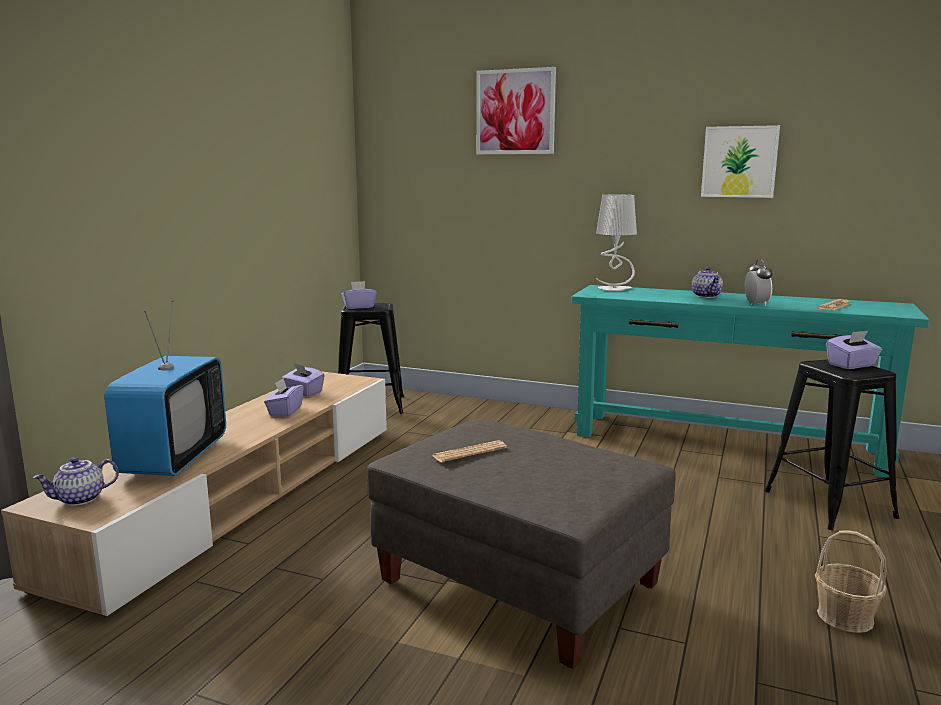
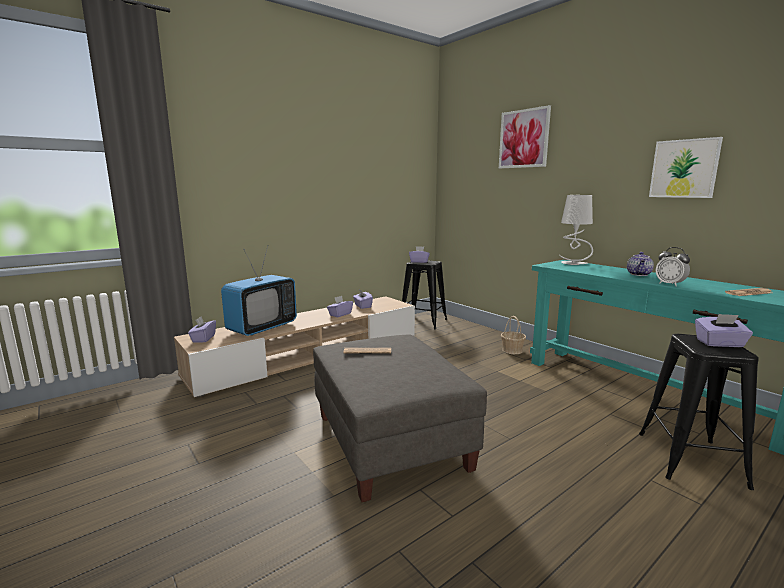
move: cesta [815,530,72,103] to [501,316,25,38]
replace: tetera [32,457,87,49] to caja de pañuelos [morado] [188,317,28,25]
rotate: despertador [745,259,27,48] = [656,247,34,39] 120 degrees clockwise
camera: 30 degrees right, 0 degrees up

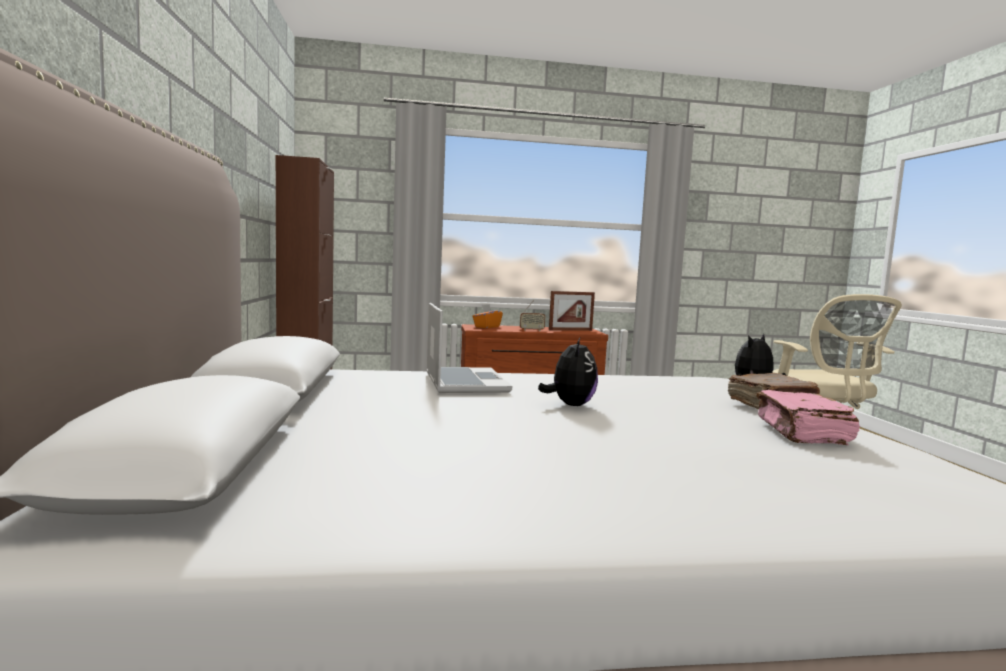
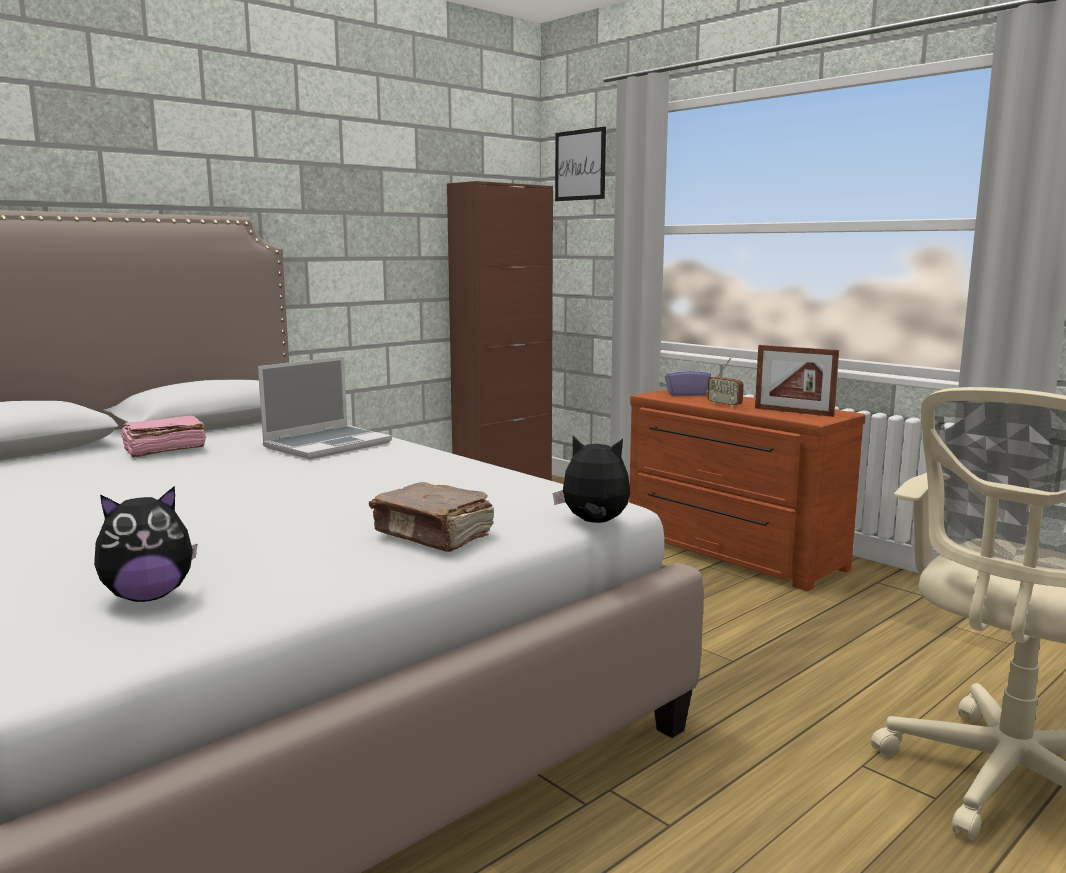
insert: cuadro [555,127,51,74]
move: peluche [538,338,60,68] to [94,486,103,116]; libro [rosa] [756,390,104,55] to [121,416,85,42]
recolor: caja de pañuelos [naranja] [472,304,31,24] to caja de pañuelos [morado] [664,361,47,35]
camera: 55 degrees right, 5 degrees up

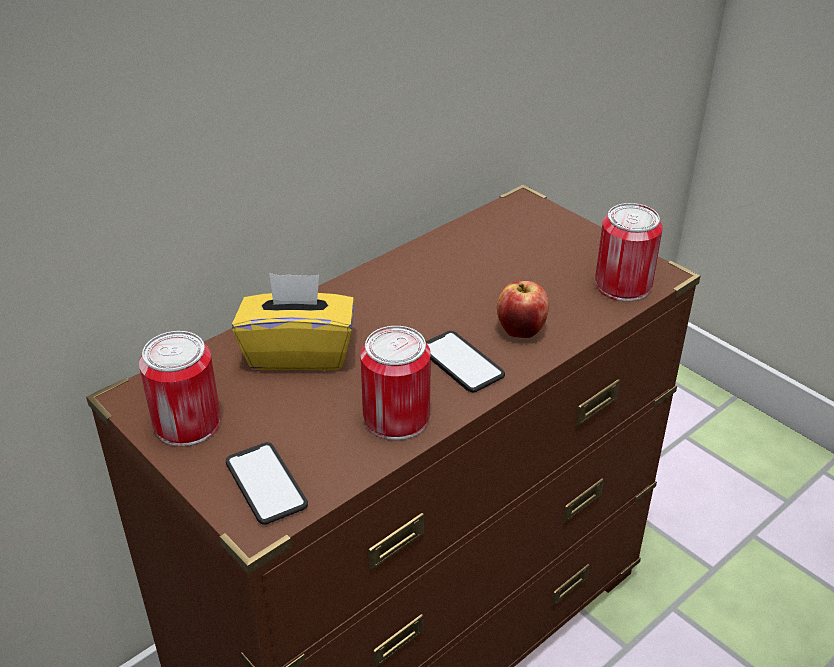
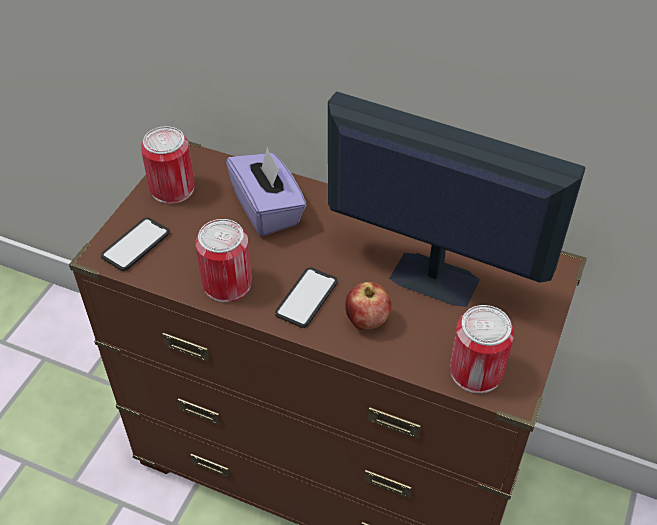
insert: monitor [328,91,257,216]
recolor: caja de pañuelos [amarillo] [232,273,123,97] to caja de pañuelos [morado] [226,147,81,89]
camera: 65 degrees right, 10 degrees up

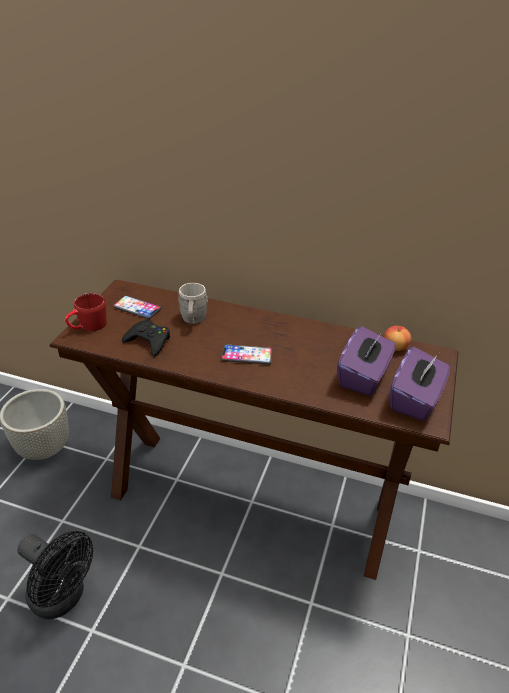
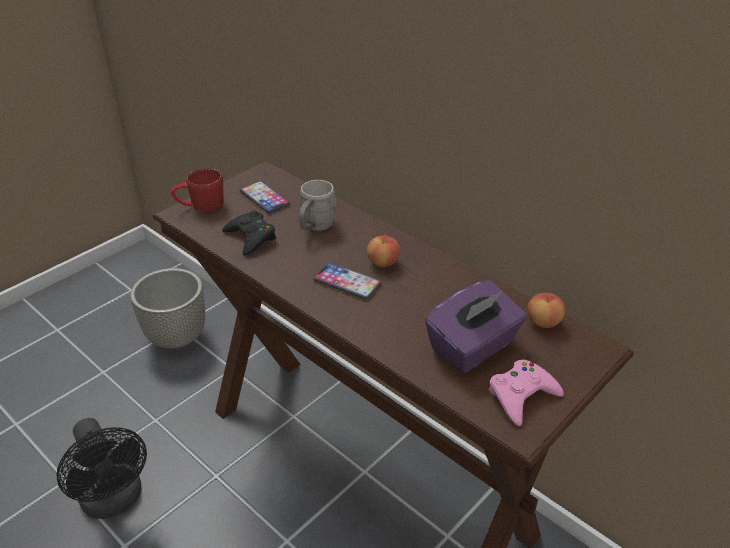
insert: manzana [367,235,33,32]
replace: caja de pañuelos [morado] [390,347,60,74] to mando de consola [rosa] [489,360,75,66]
camera: 25 degrees right, 0 degrees up

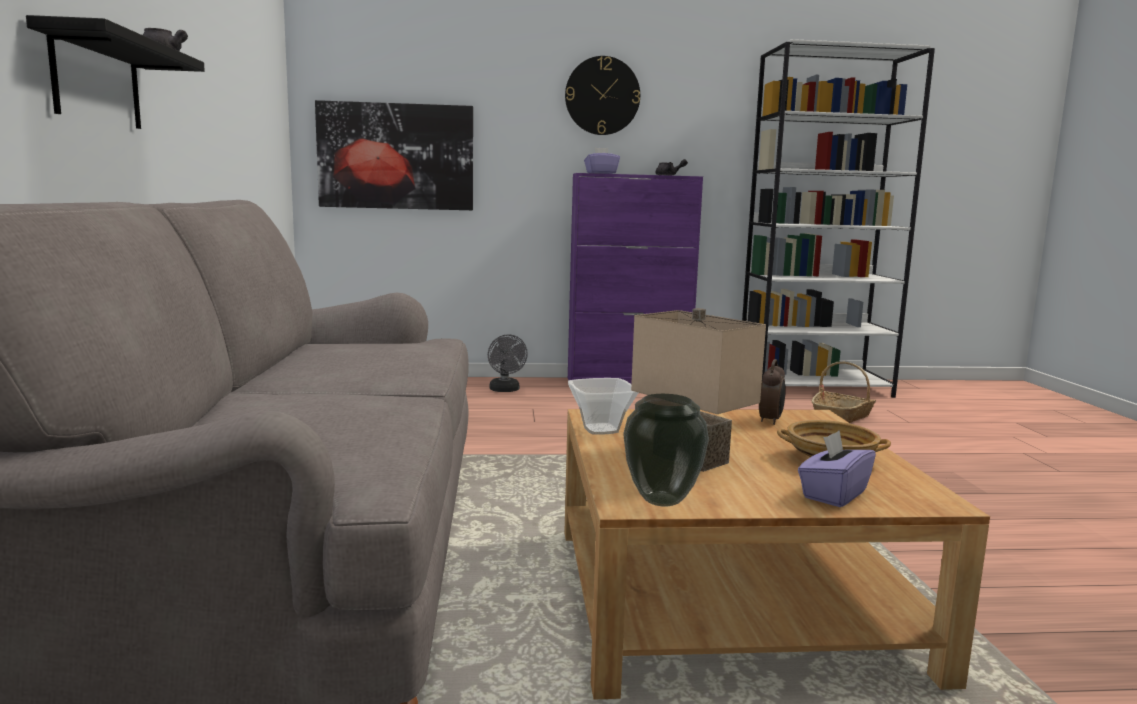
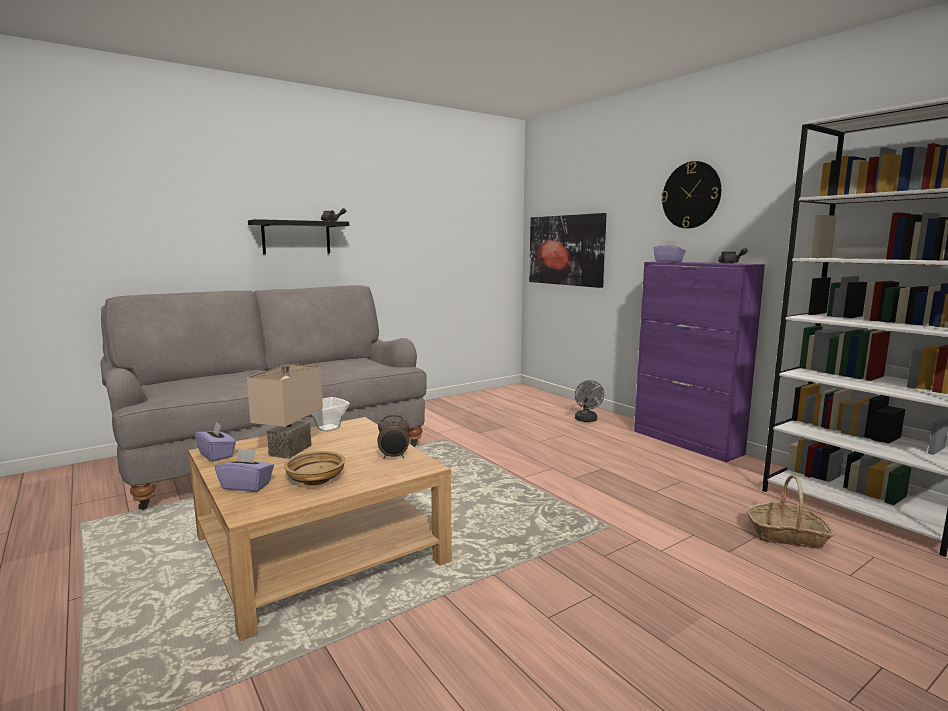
replace: florero [623,394,86,112] to caja de pañuelos [morado] [195,422,41,40]
rotate: ventilador [gris] [488,334,40,58] = [575,380,29,42] 45 degrees counterclockwise
camera: 60 degrees right, 0 degrees up

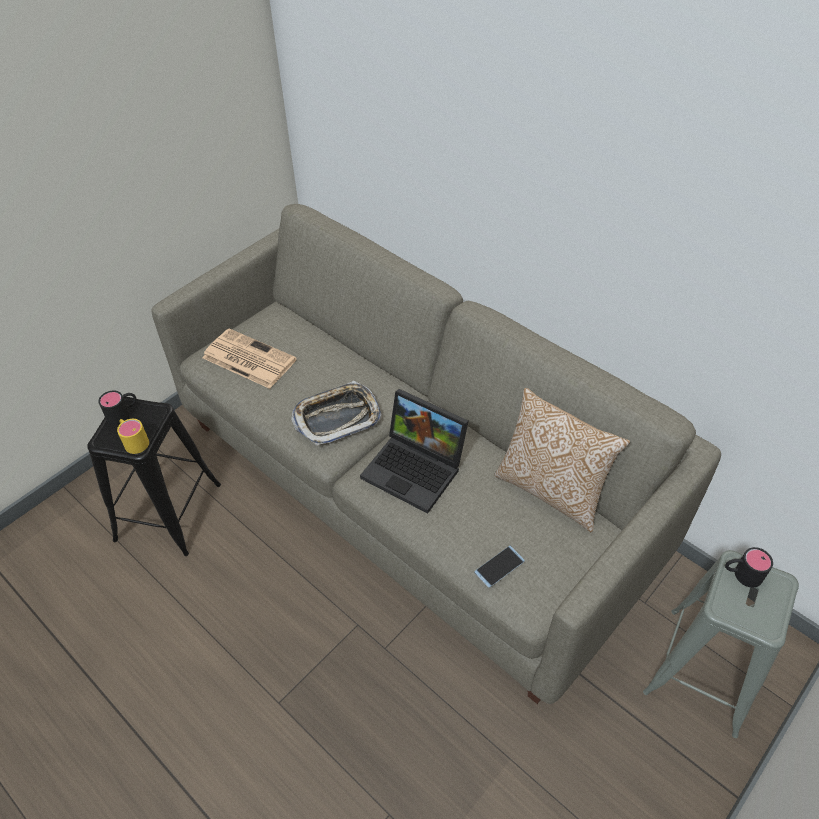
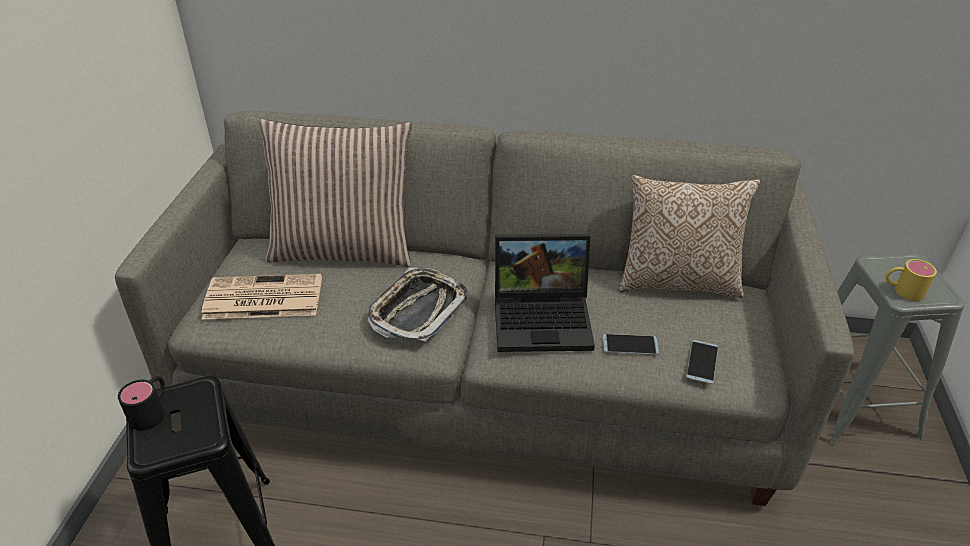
delete: taza grande [negro] [725,547,48,41]
insert: cojín [259,119,153,148]; móvil [603,334,56,21]
move: taza grande [amarillo] [117,419,32,35] to [885,259,52,42]
camera: 35 degrees left, 10 degrees down

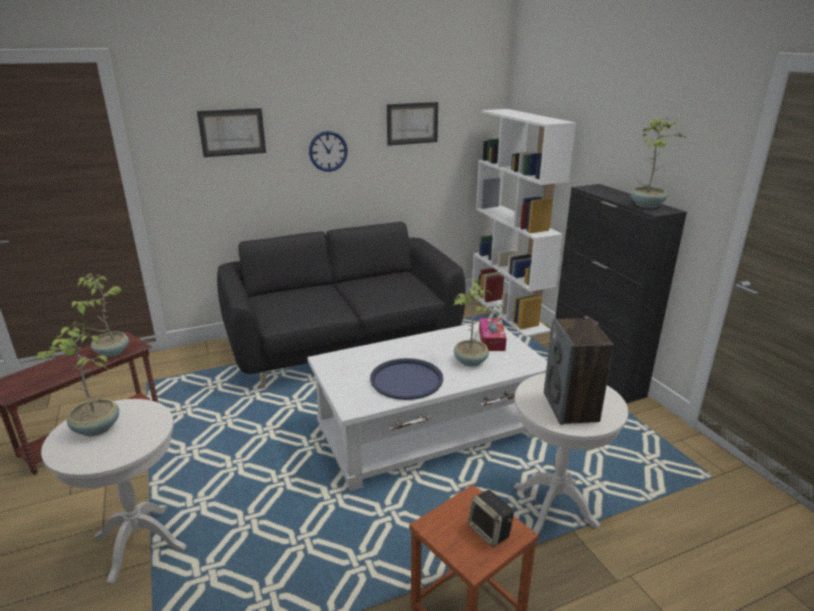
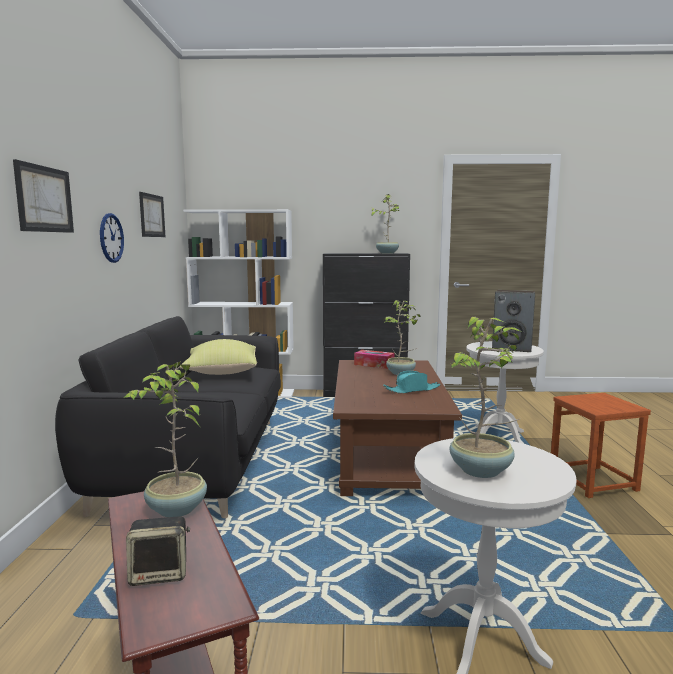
insert: cojín [amarillo] [180,339,77,36]
move: altavoz [468,490,46,57] to [126,516,64,70]
replace: bandeja [azul] [370,358,73,42] to sombrero [turquesa] [383,371,58,23]
recolor: mesa de centro [blanco] [307,322,240,169] to mesa de centro [marrón] [333,360,129,136]
camera: 65 degrees left, 15 degrees down

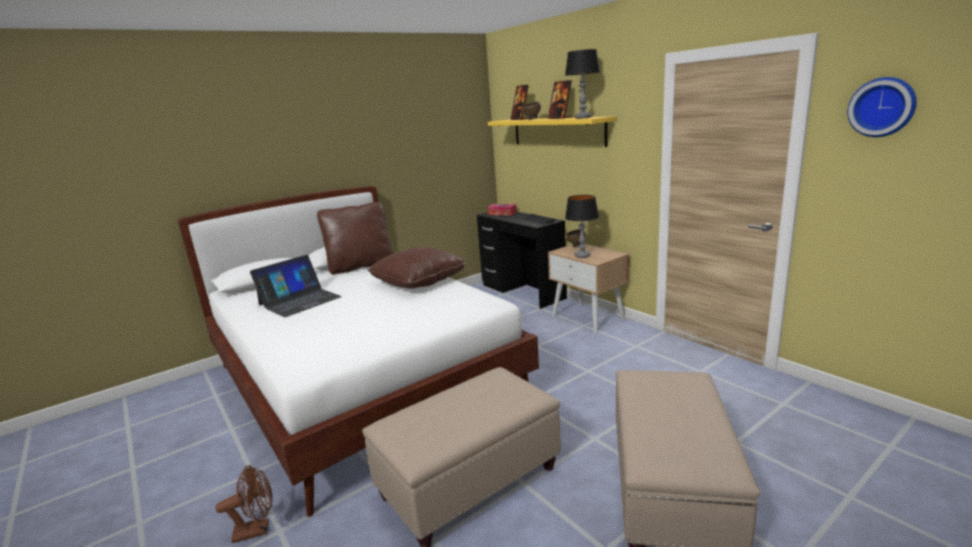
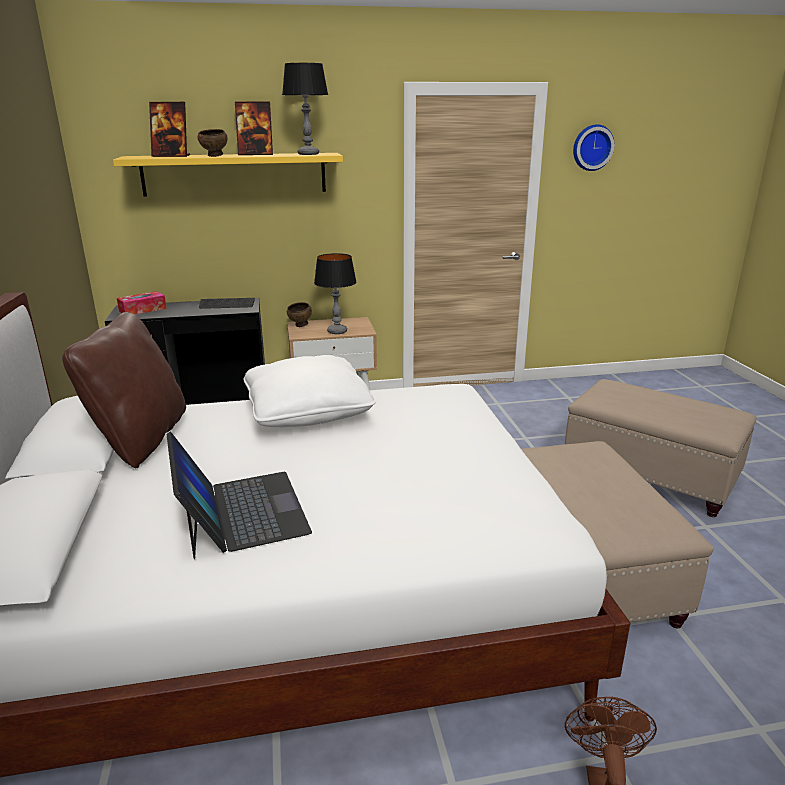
recolor: cojín [marrón] [368,247,98,42] to cojín [blanco] [243,355,133,72]
camera: 65 degrees left, 5 degrees up

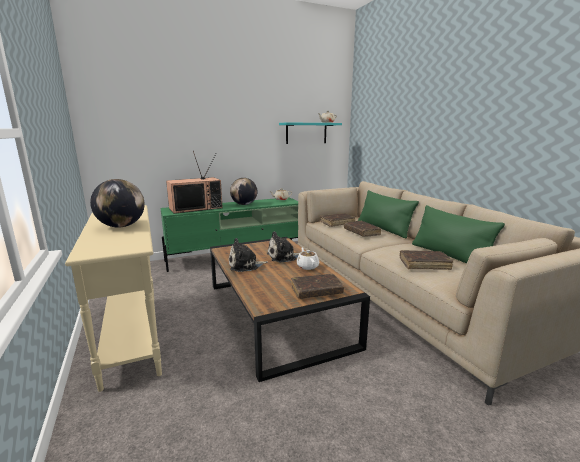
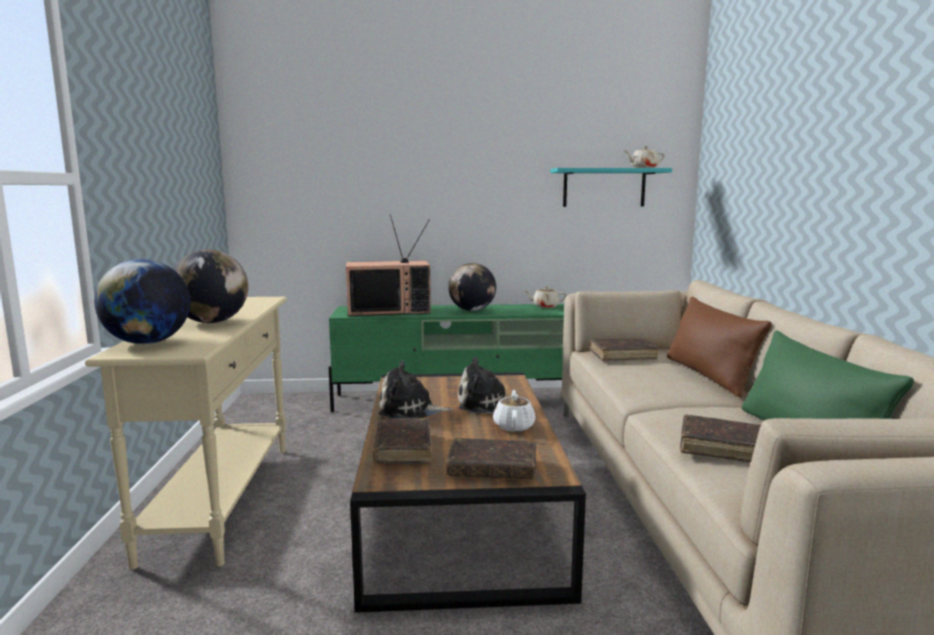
insert: globo terráqueo [94,259,96,85]
move: libro [marrón] [344,221,37,16] to [373,418,59,46]
recolor: cojín [verde] [358,190,61,49] to cojín [marrón] [667,296,105,102]
camera: 20 degrees right, 5 degrees down

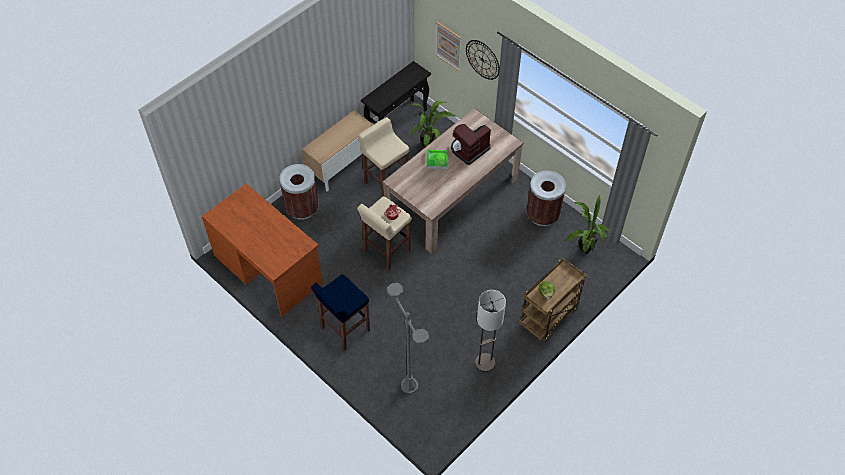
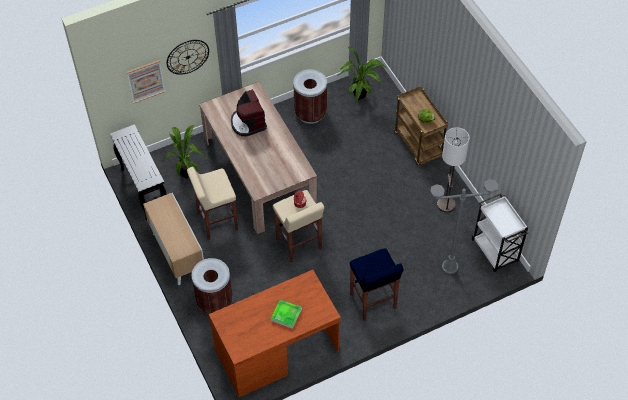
insert: carrito [blanco] [471,194,58,78]
move: bandeja [426,150,22,19] to [271,299,31,30]
camera: 70 degrees left, 0 degrees up

